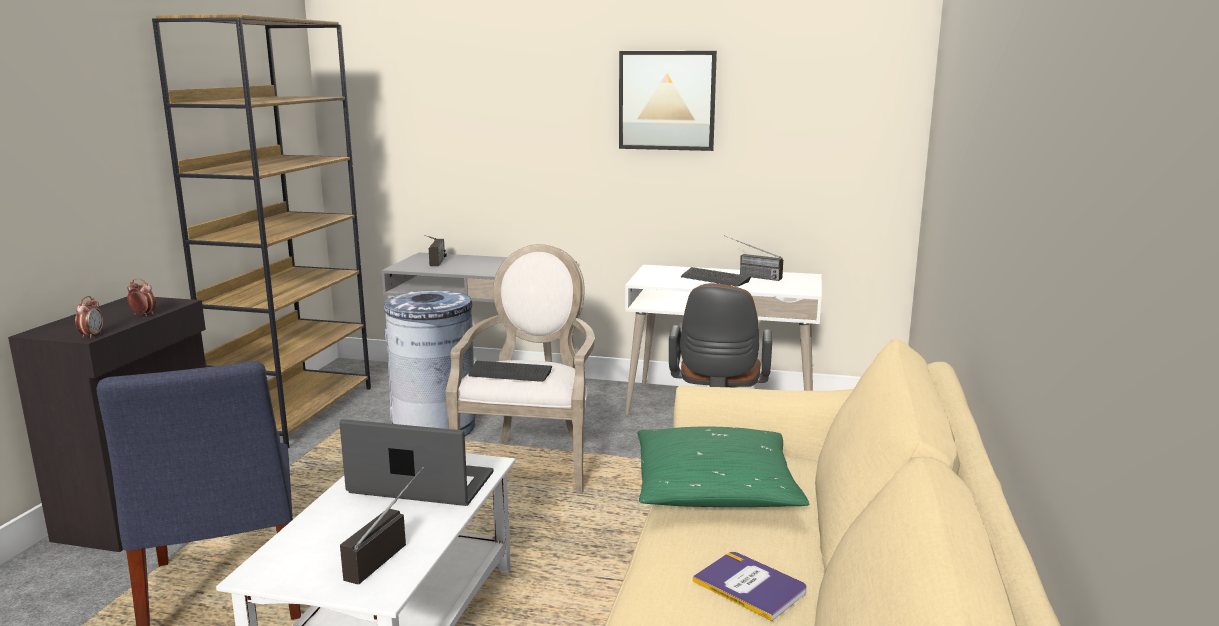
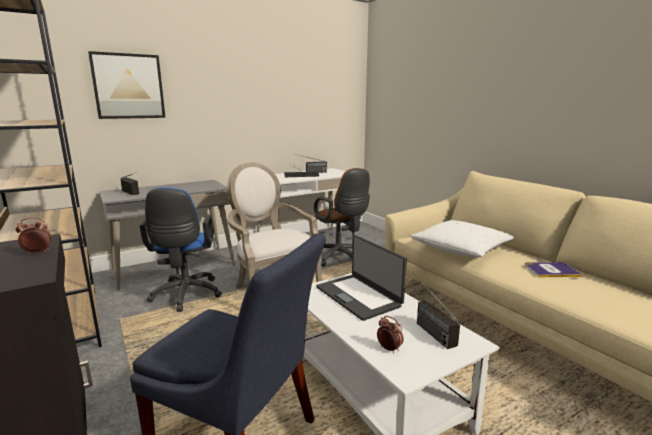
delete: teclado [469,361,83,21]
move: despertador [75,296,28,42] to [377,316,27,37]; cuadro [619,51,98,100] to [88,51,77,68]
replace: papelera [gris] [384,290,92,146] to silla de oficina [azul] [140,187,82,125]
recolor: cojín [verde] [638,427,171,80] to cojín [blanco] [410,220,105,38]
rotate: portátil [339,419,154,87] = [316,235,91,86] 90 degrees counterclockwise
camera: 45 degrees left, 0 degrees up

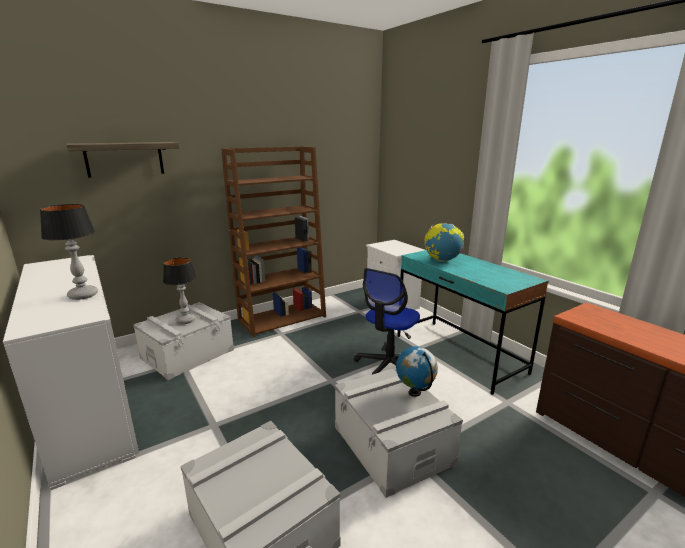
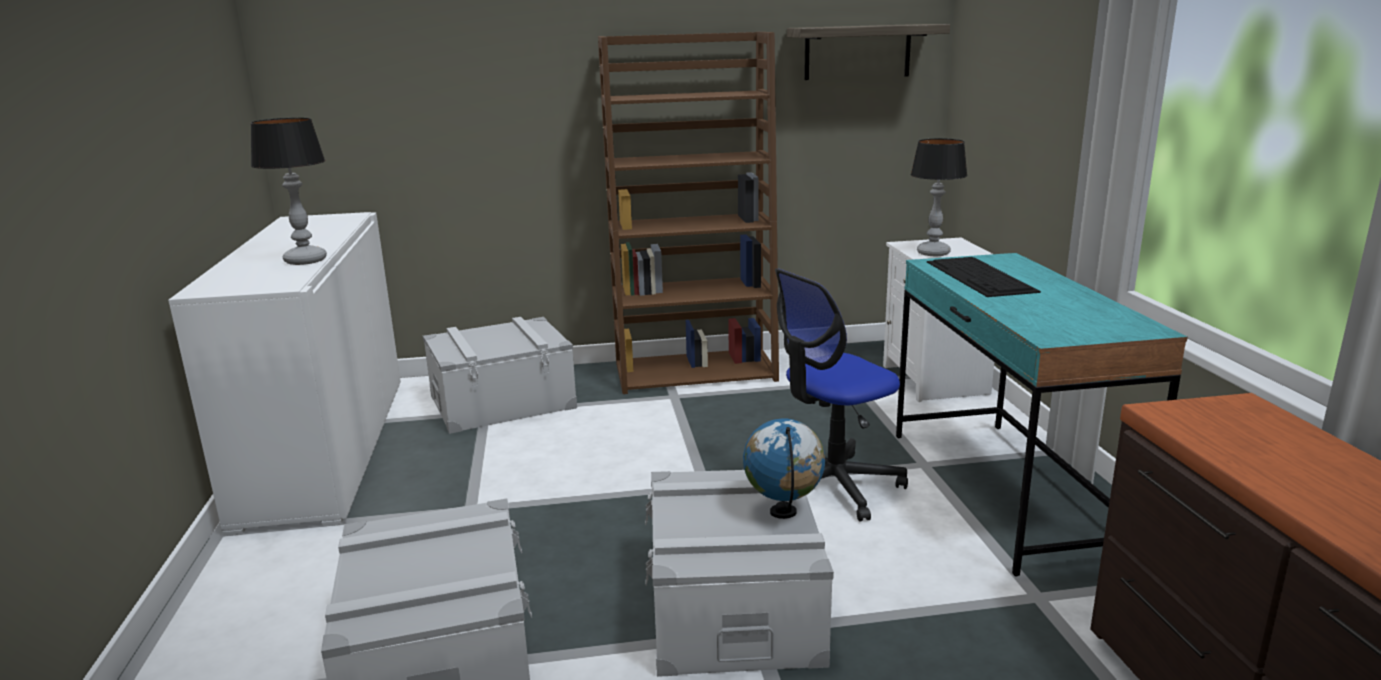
move: estante [66,142,113,36] to [787,24,163,56]; lámpara de mesa [163,258,34,66] to [911,138,56,118]
replace: globo terráqueo [424,223,40,39] to teclado [927,257,114,40]
camera: 25 degrees right, 0 degrees up

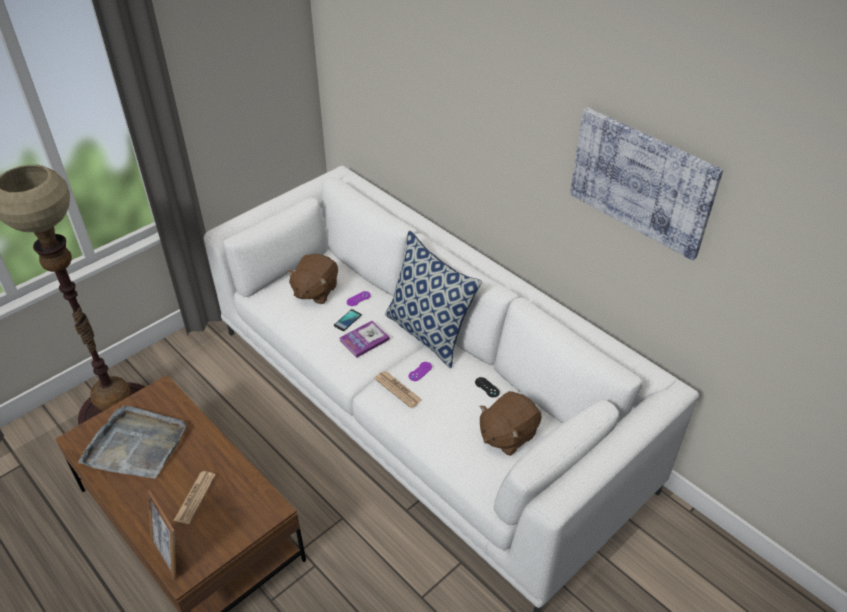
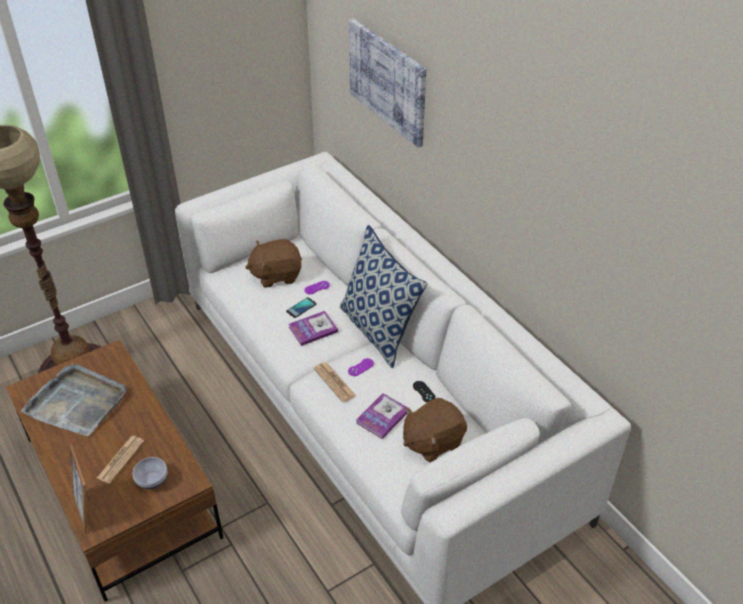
insert: cuenco [133,457,34,32]; libro [356,393,52,46]
move: cuadro [570,107,153,154] to [349,18,77,130]
rotate: peluche [marrón] [287,254,51,50] = [245,239,57,49] 45 degrees clockwise
camera: 10 degrees right, 0 degrees up

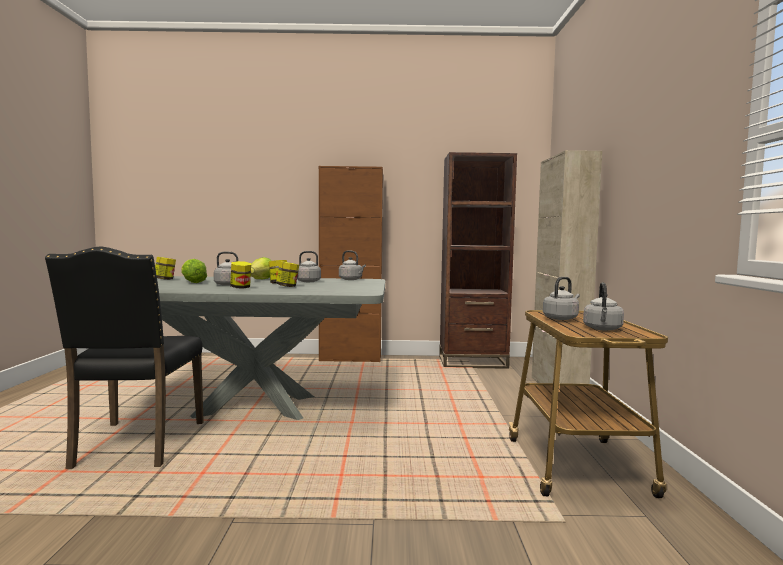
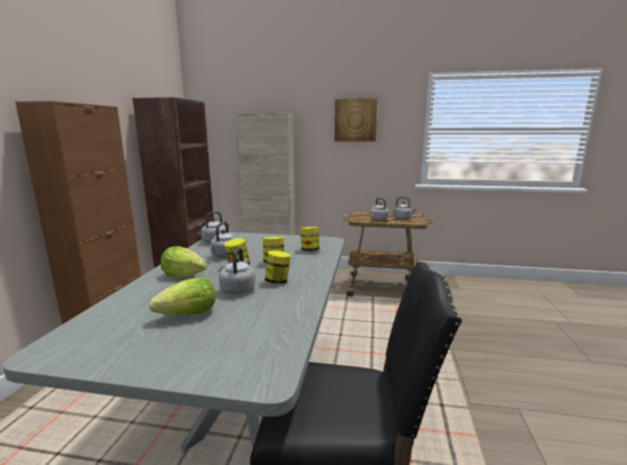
insert: cuadro [335,98,42,44]
move: tarro [155,257,21,23] to [300,227,20,24]
camera: 80 degrees left, 10 degrees up

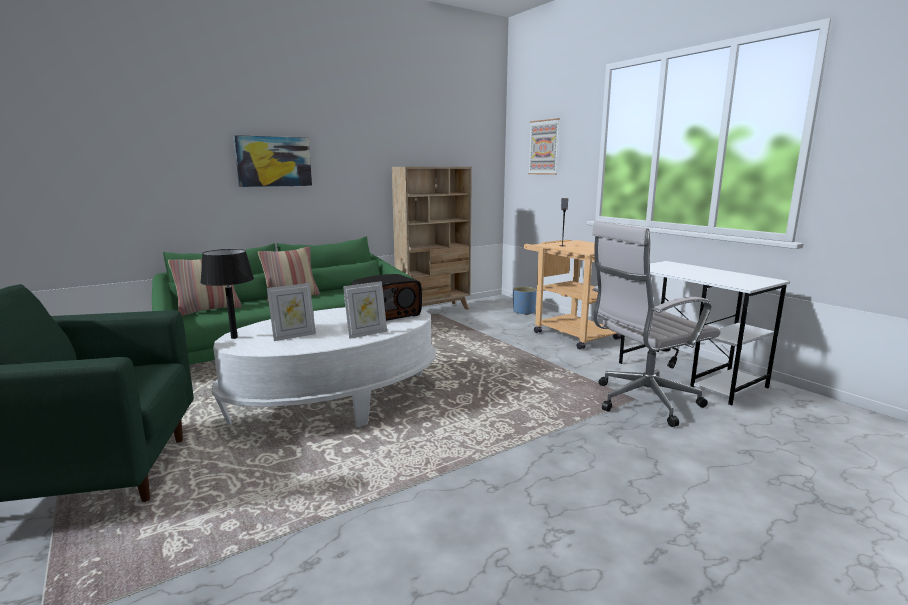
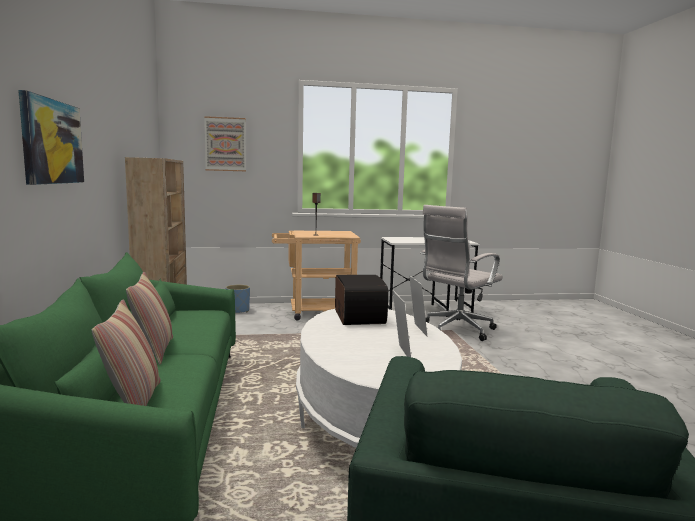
delete: lámpara de mesa [negro] [200,249,54,90]
rotate: silla de oficina [blanco] [592,221,129,206] = [420,205,83,136] 45 degrees clockwise
camera: 65 degrees left, 5 degrees down

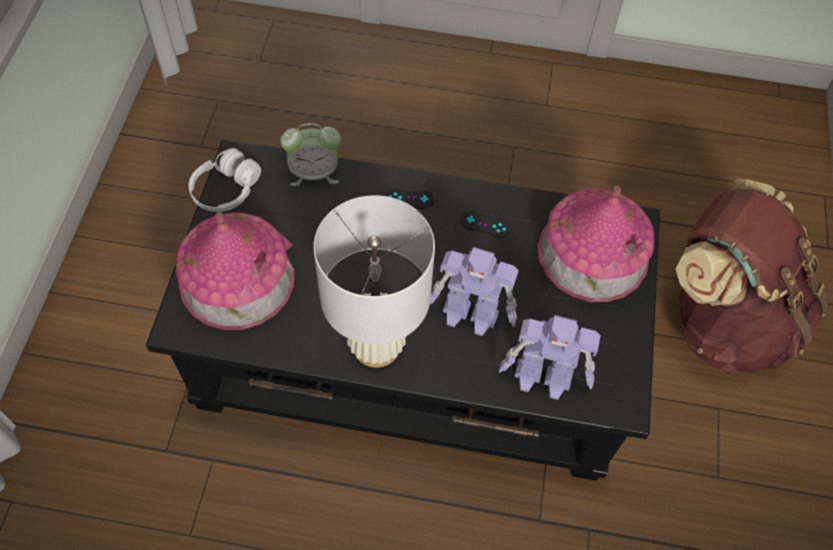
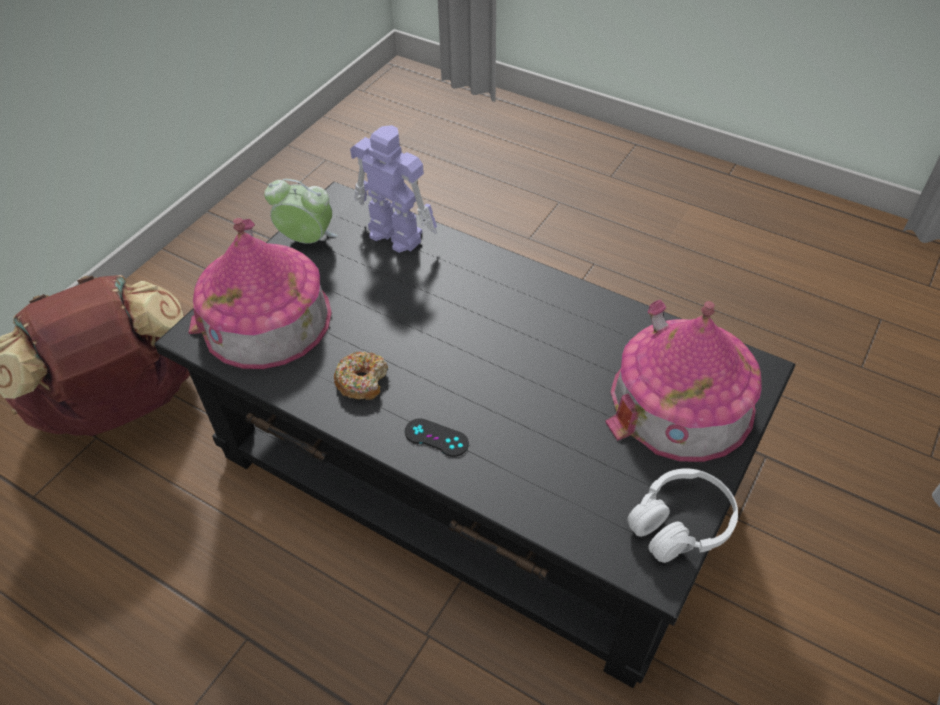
delete: lámpara de mesa [blanco] [313,195,122,173]; robot de juguete [430,247,89,89]
move: despertador [280,123,61,63] to [264,179,74,65]
replace: mando de consola [negro] [460,211,50,27] to rosquilla [334,352,54,48]
camera: 155 degrees left, 10 degrees down

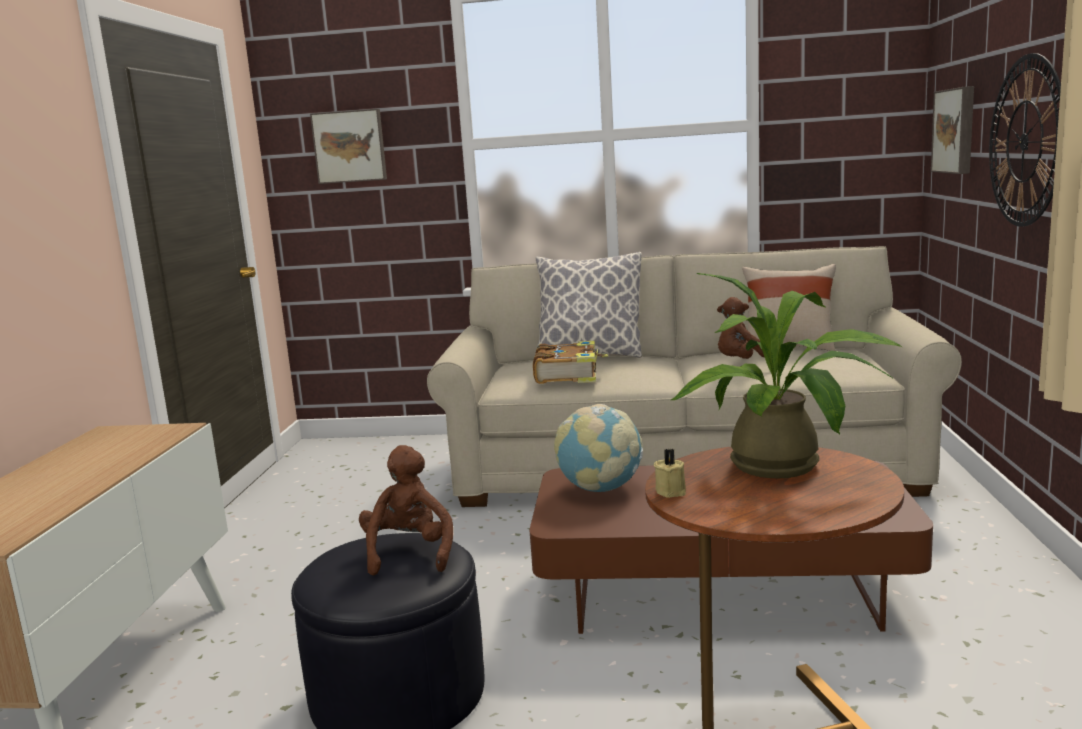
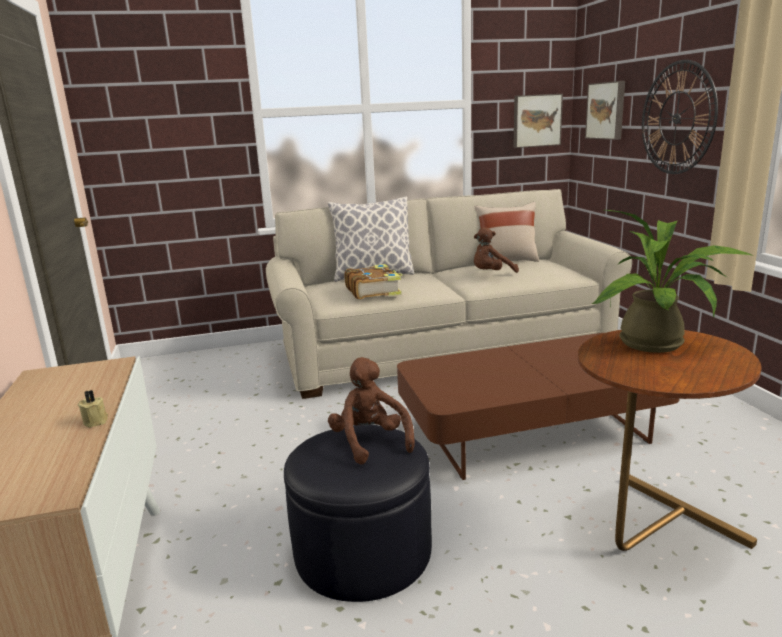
delete: globo terráqueo [554,404,89,88]
move: cuadro [310,109,77,75] to [513,94,50,54]; vela [beis] [654,449,32,49] to [78,390,30,37]
camera: 20 degrees left, 5 degrees up

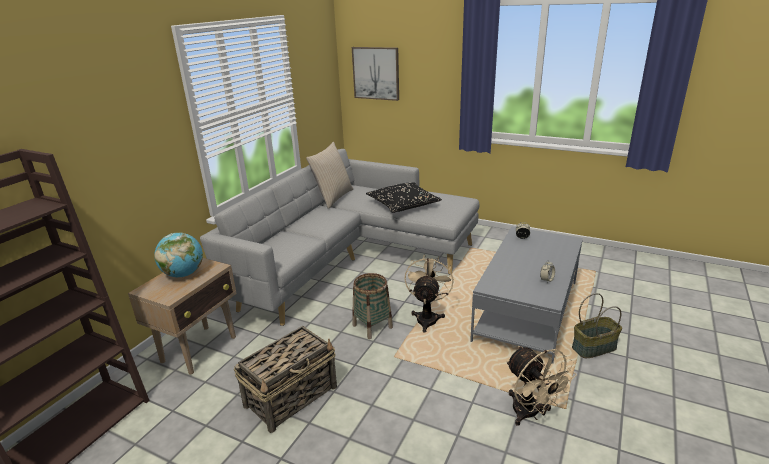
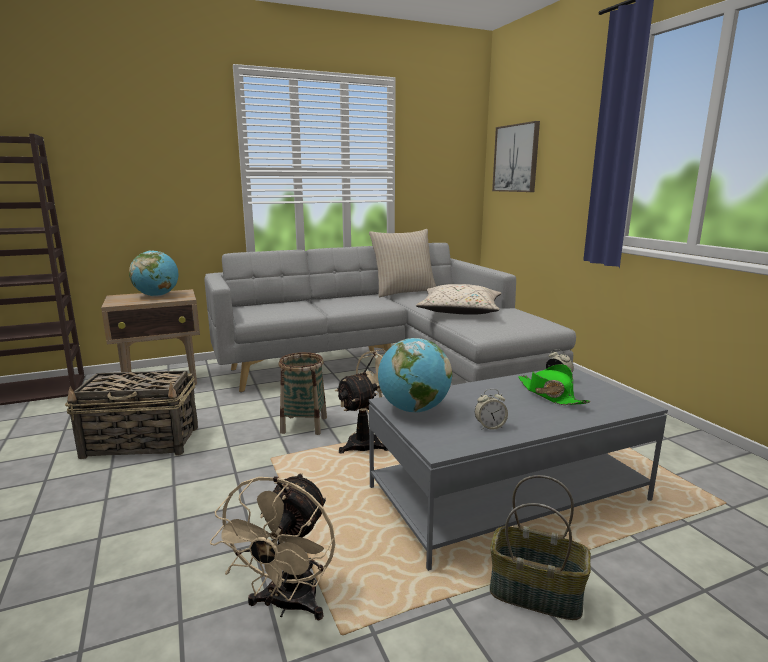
insert: globo terráqueo [378,338,74,75]; sombrero [verde] [518,364,73,41]
recolor: cojín [negro] [366,182,76,31] to cojín [beis] [416,284,85,31]
camera: 40 degrees right, 10 degrees down

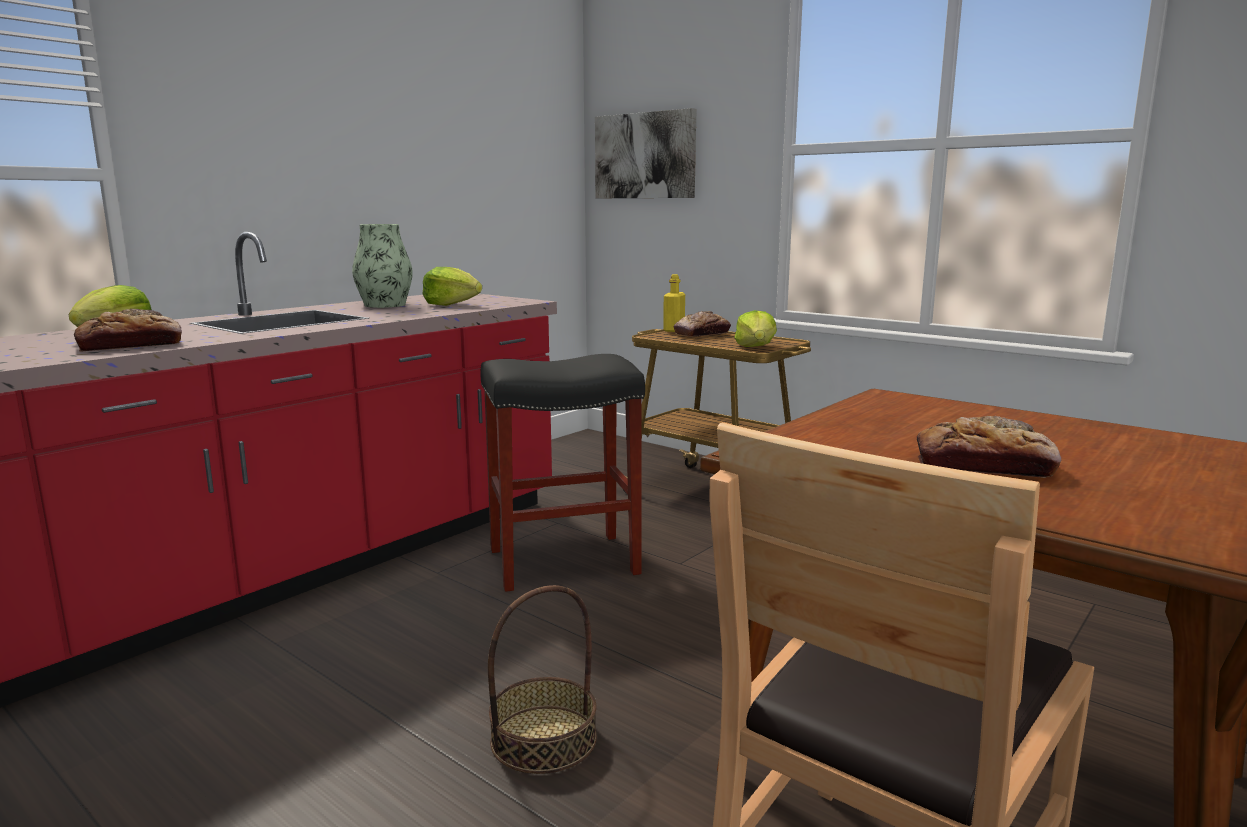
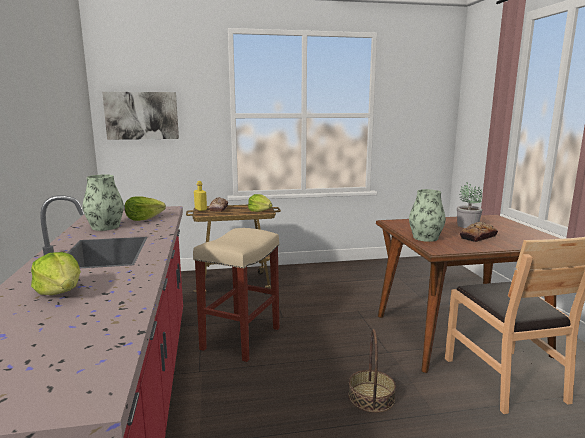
delete: pan [74,309,108,43]
insert: florero [409,189,37,53]; planta en maceta [457,183,26,45]
recolor: taburete [negro] [480,354,165,238] to taburete [beis] [193,228,86,134]
camera: 50 degrees left, 0 degrees up

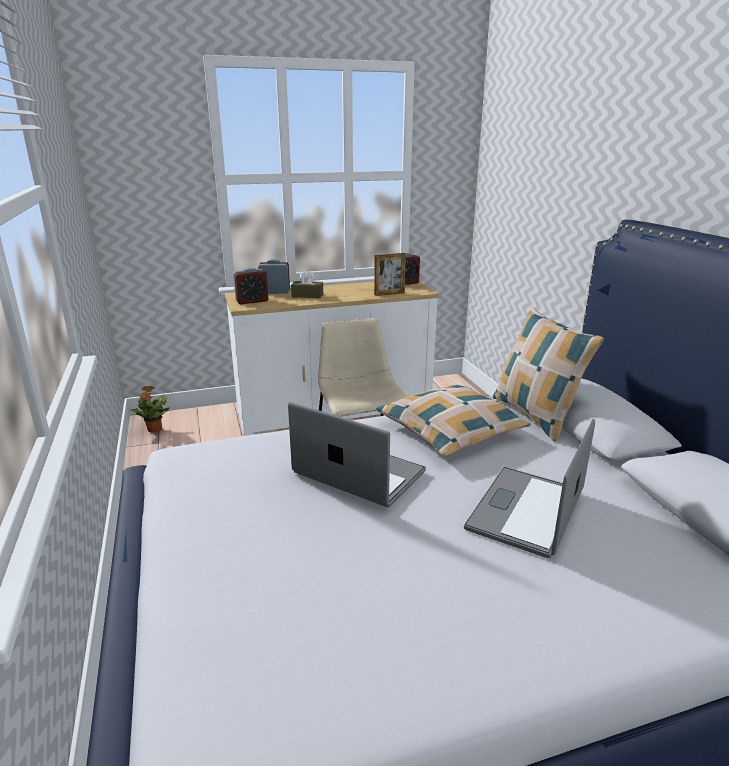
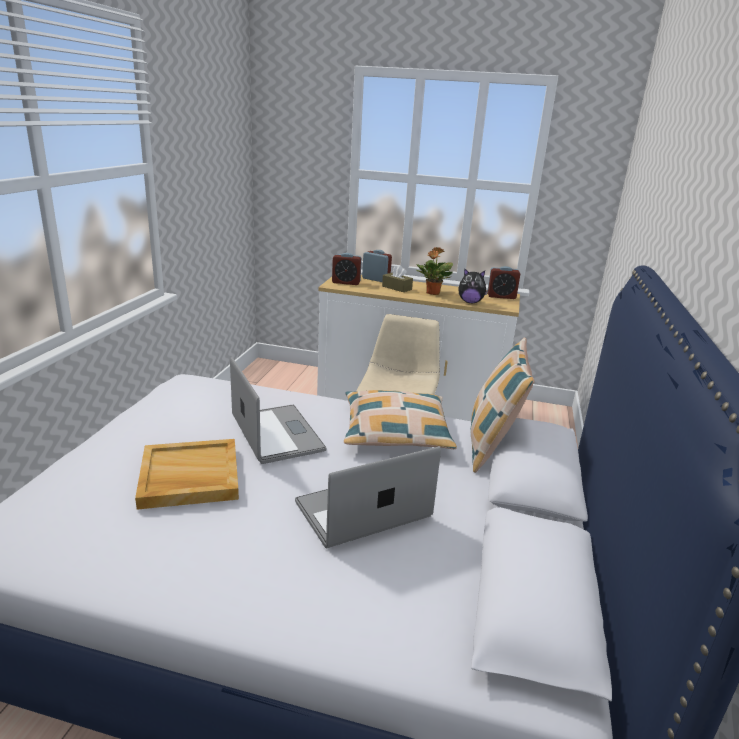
insert: bandeja [beis] [135,439,104,71]
move: planta en maceta [130,386,40,46] to [416,247,37,48]
replace: portarretratos [374,253,32,43] to peluche [458,269,30,34]
camera: 30 degrees right, 0 degrees up

